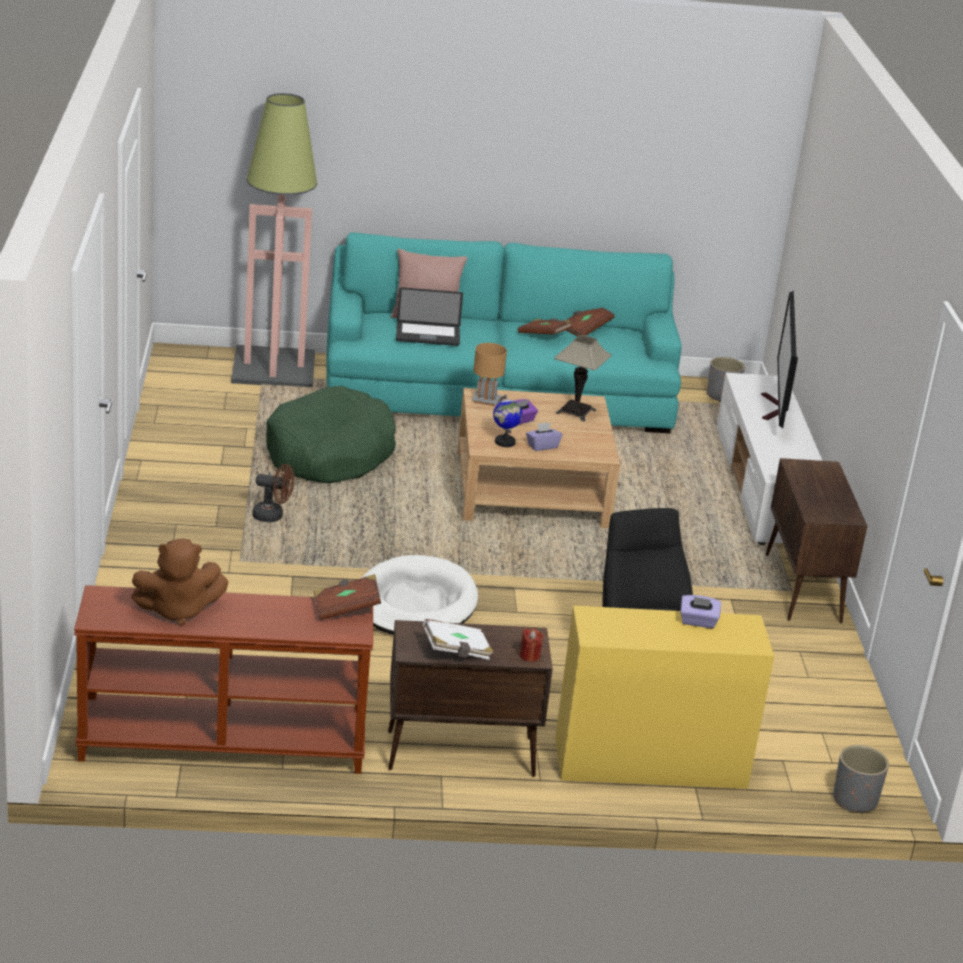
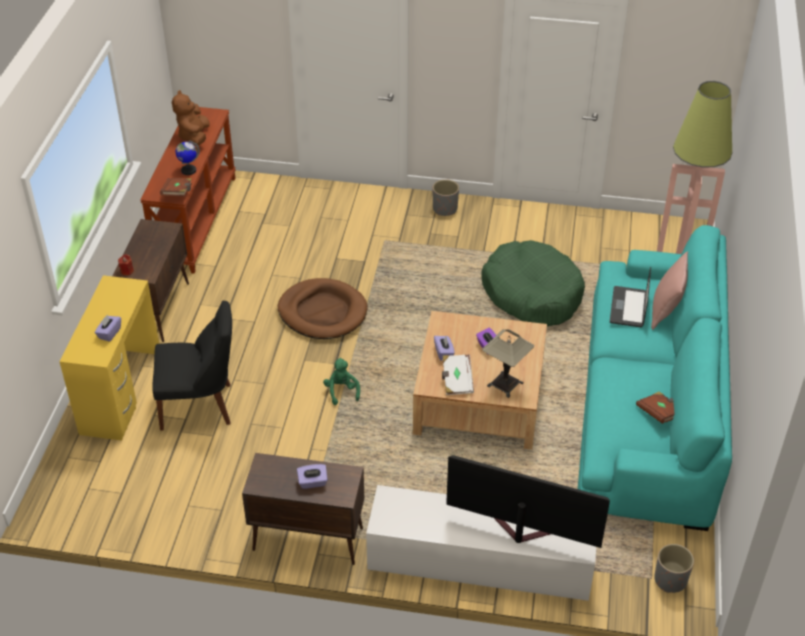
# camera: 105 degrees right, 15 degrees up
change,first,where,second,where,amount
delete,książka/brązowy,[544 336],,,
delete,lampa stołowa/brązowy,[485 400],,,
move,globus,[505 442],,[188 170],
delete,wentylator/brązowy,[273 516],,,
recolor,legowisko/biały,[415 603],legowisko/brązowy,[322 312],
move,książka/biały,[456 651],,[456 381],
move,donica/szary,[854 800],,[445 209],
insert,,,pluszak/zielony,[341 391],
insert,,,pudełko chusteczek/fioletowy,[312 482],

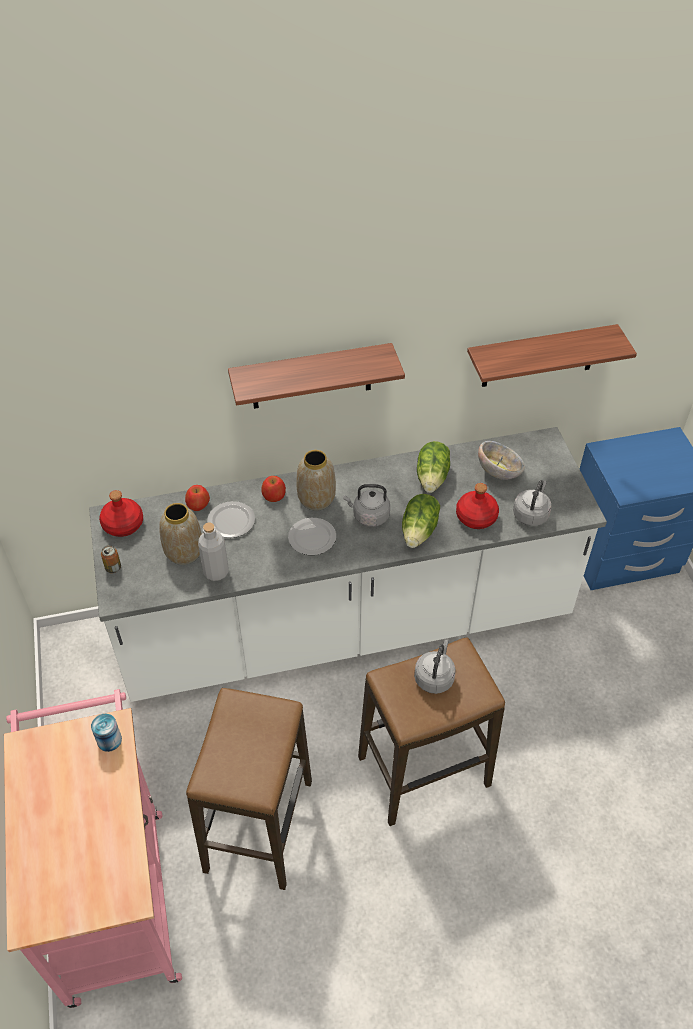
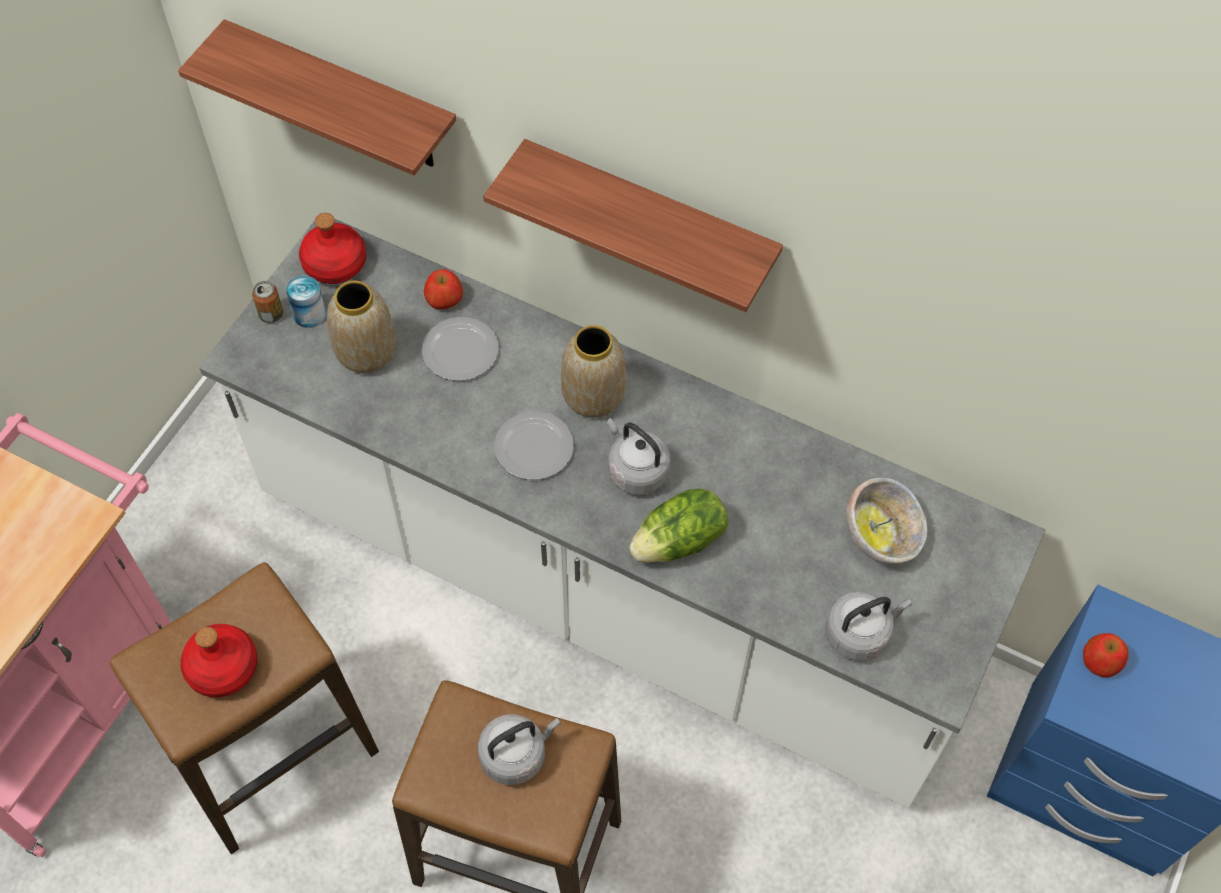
# camera: 40 degrees right, 10 degrees up
change,first,where,second,where,amount
move,półka,[539 356],,[344 98],
delete,sałata,[433 477],,,
move,jabłko,[274 495],,[1100 661],
move,butelka/czerwony,[476 516],,[223 666],
delete,butelka/szary,[216 572],,,
move,puszka,[109 740],,[309 314],

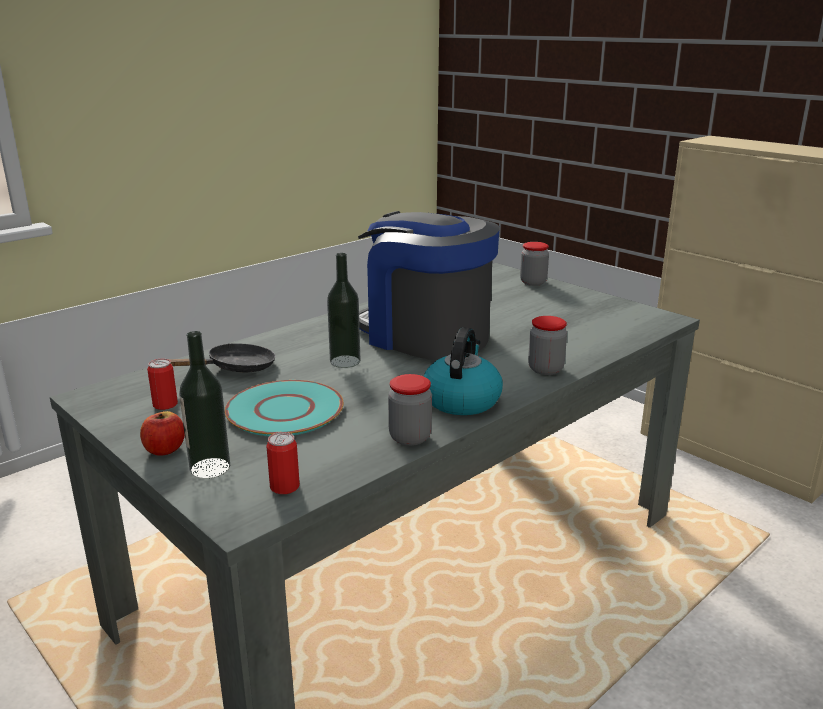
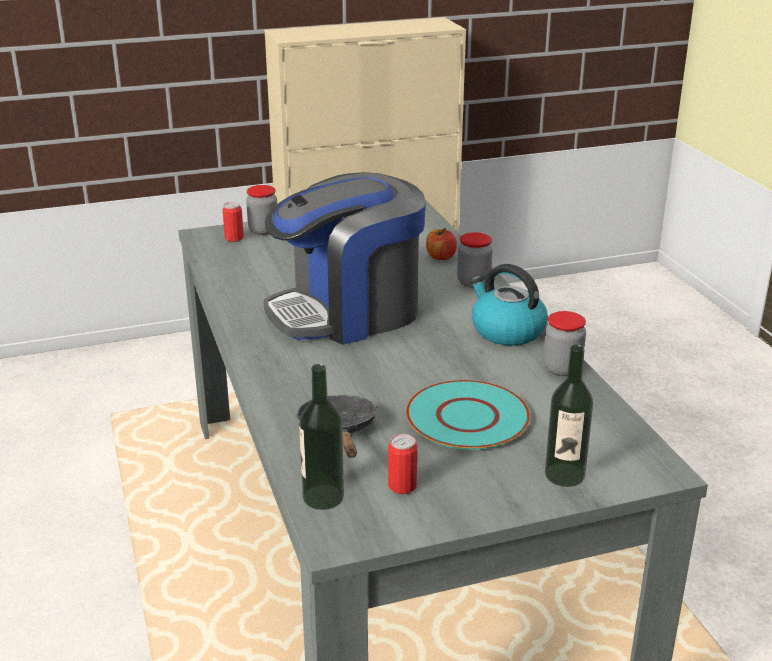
# camera: 65 degrees left, 5 degrees up
change,first,where,second,where,amount
move,butelka,[345 361],,[323 497],
move,jabłko,[164 449],,[440 257],
move,puszka,[284 487],,[234 238],

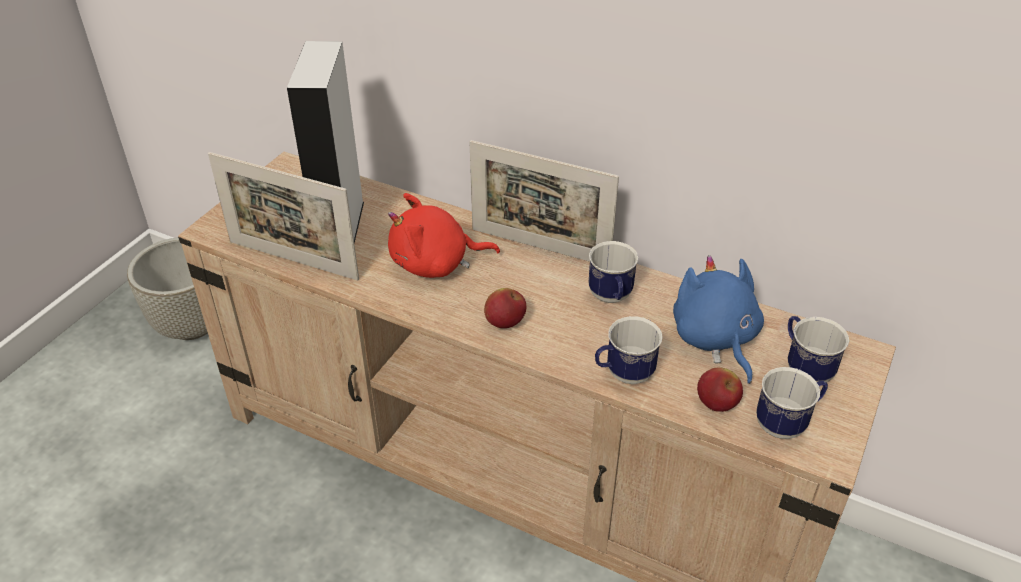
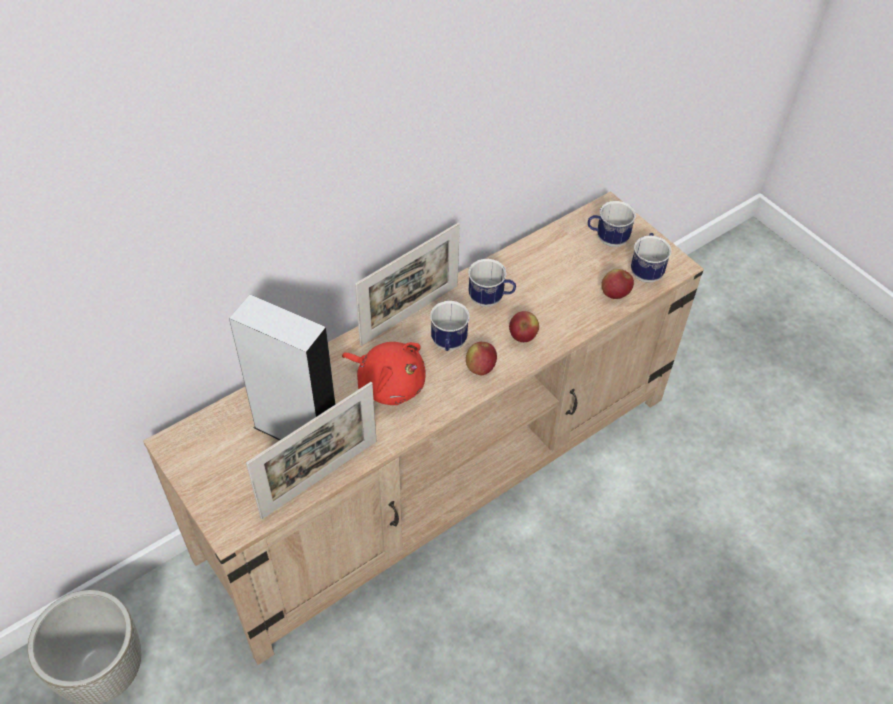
# camera: 65 degrees left, 10 degrees up
change,first,where,second,where,amount
rotate,pluszak/czerwony,[436 264],,[388 384],75 degrees counterclockwise
delete,pluszak/niebieski,[715 339],,,
move,kubek,[623 375],,[448 345],
insert,,,jabłko,[522 336],

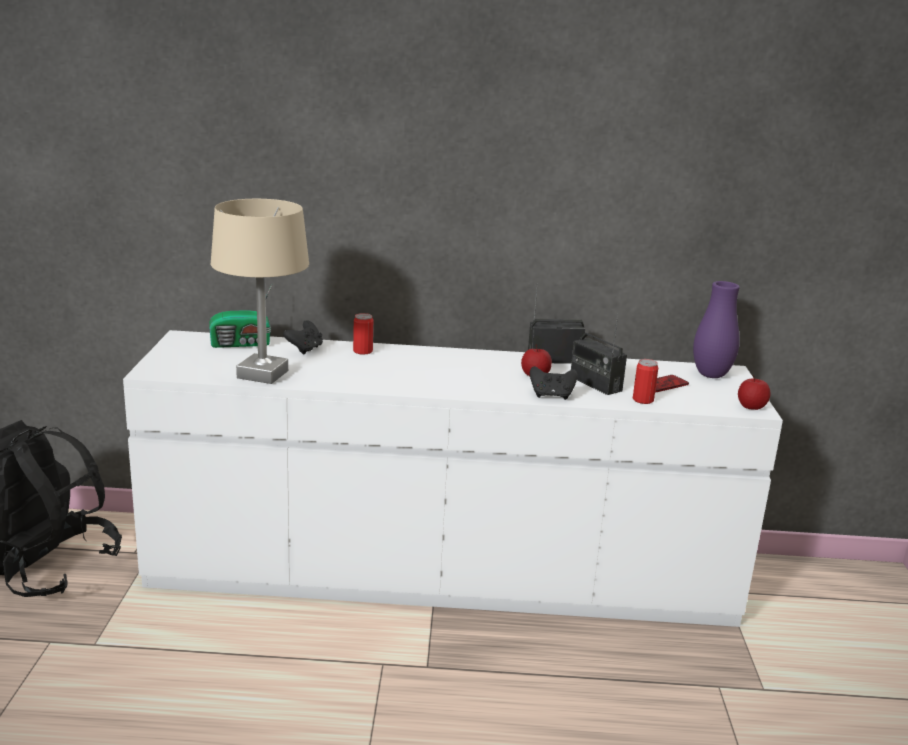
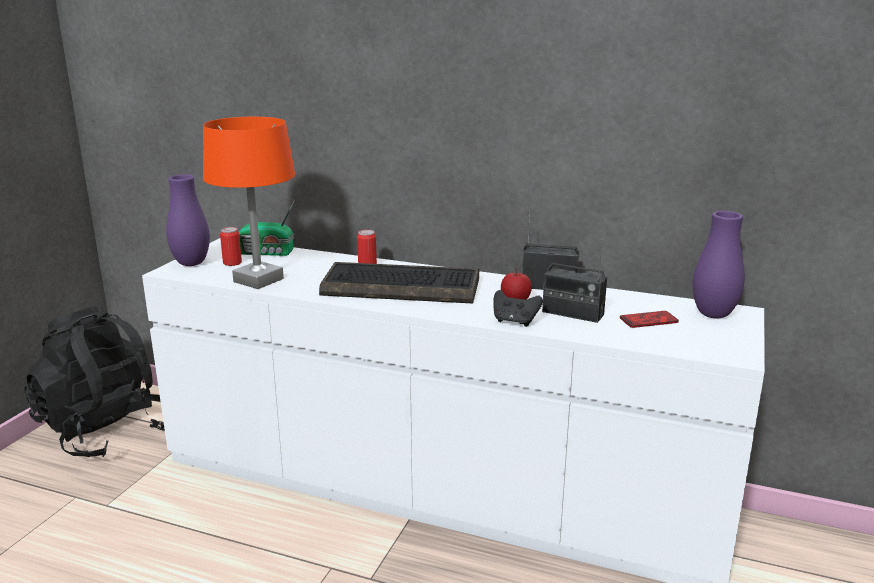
# camera: 20 degrees right, 0 degrees up
change,first,where,second,where,amount
recolor,lampa stołowa/beżowy,[262 374],lampa stołowa/pomarańczowy,[258 280],
rotate,radio,[595 384],,[572 313],45 degrees counterclockwise
delete,pad do gier/czarny,[305 349],,,
move,puszka,[643 400],,[232 263],
delete,jabłko,[751 407],,,
insert,,,wazon/fioletowy,[191 263],
insert,,,klawiatura,[403 286],

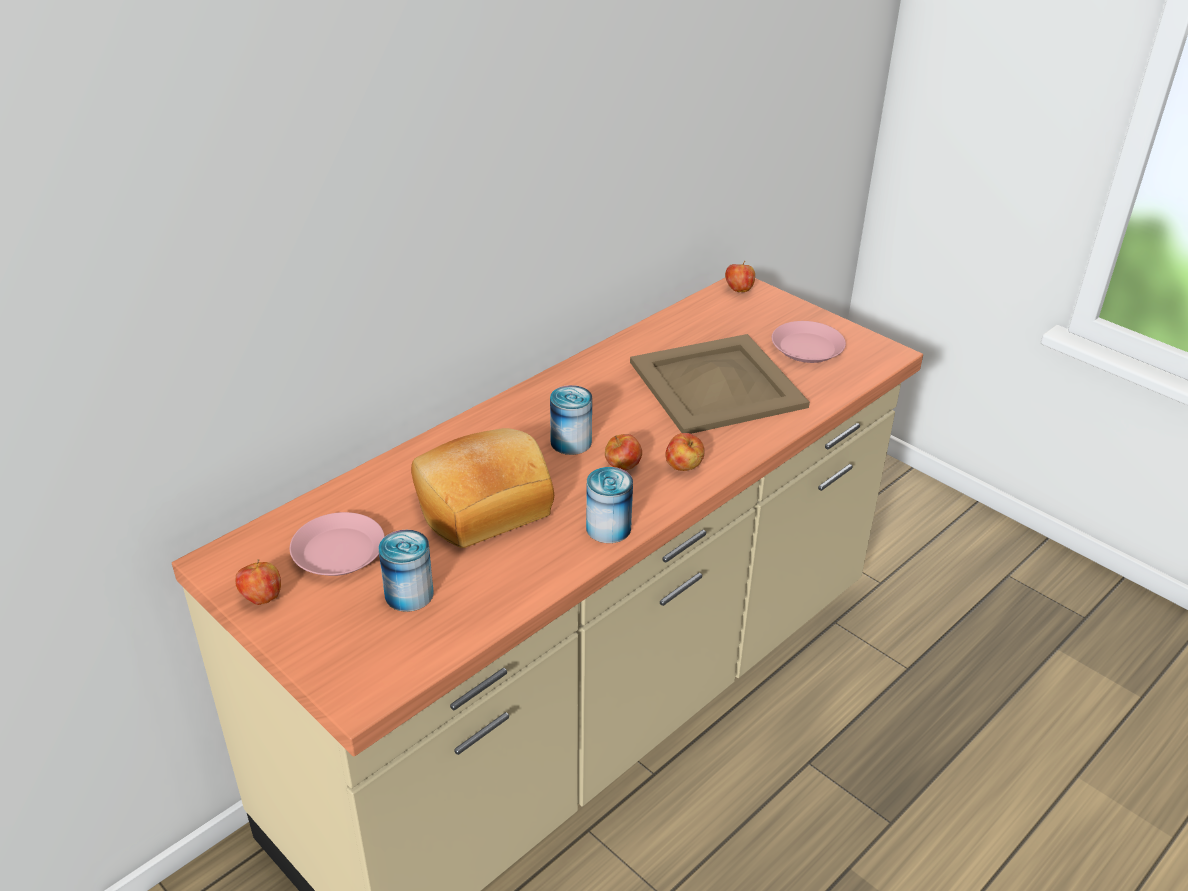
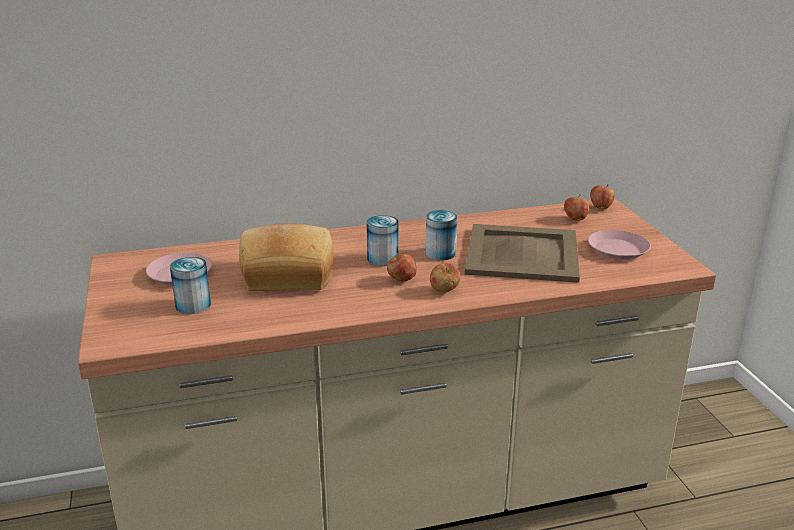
# camera: 30 degrees right, 10 degrees down
change,first,where,second,where,amount
move,puszka,[608 528],,[440 253],
move,jabłko,[262 598],,[575 219],

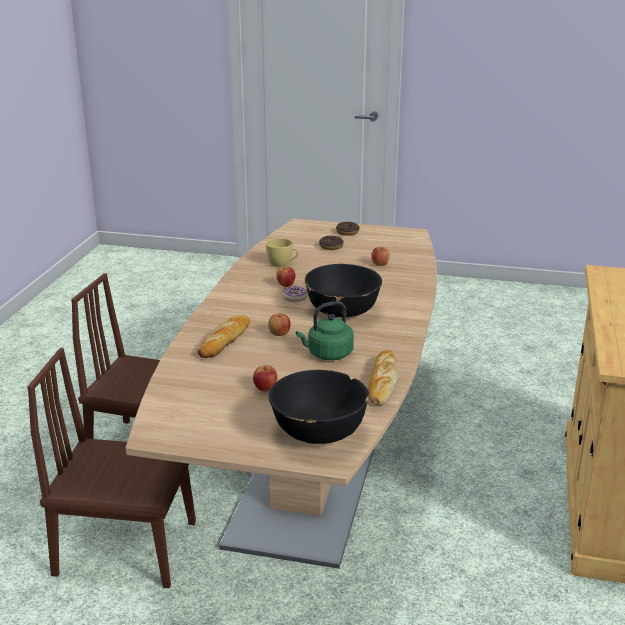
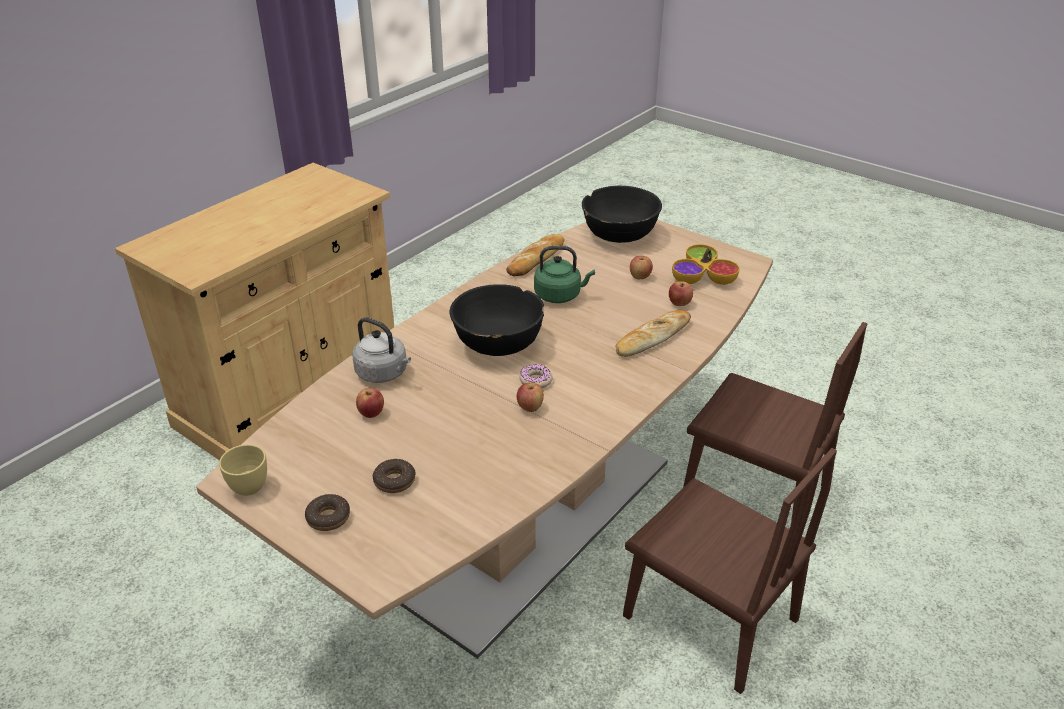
# camera: 155 degrees left, 10 degrees up
change,first,where,second,where,amount
move,filiżanka/żółty,[282 264],,[246 484],
move,jabłko,[279 334],,[679 304],
insert,,,miska,[702 276],
insert,,,czajnik/szary,[384 374],

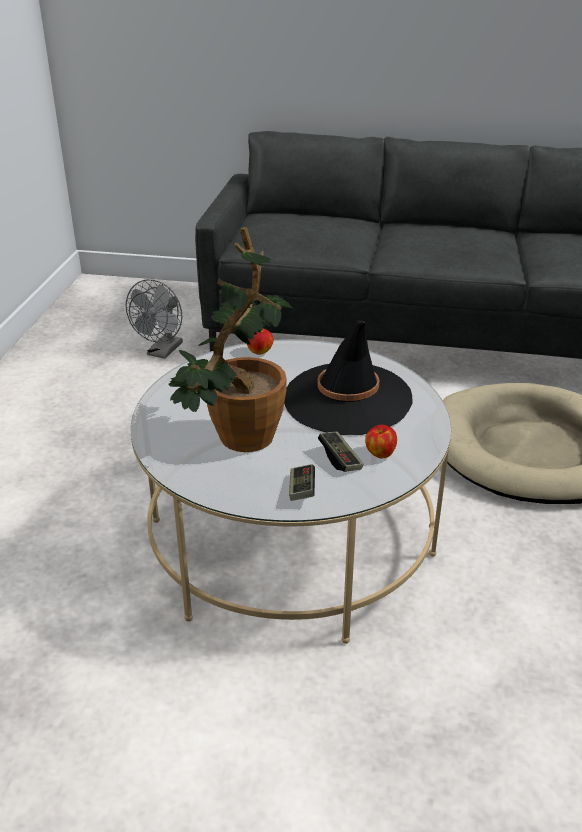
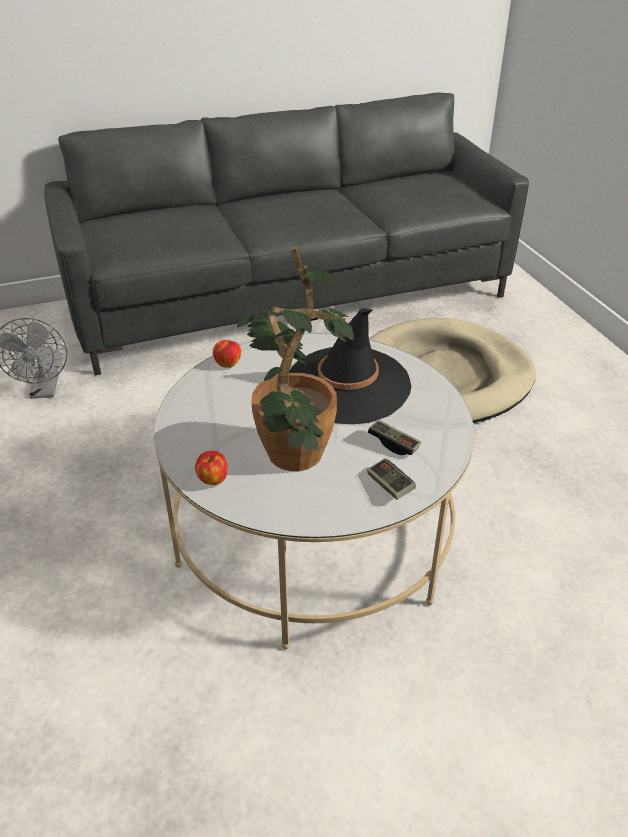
# camera: 30 degrees left, 5 degrees up
change,first,where,second,where,amount
move,jabłko,[380 453],,[212 479],

